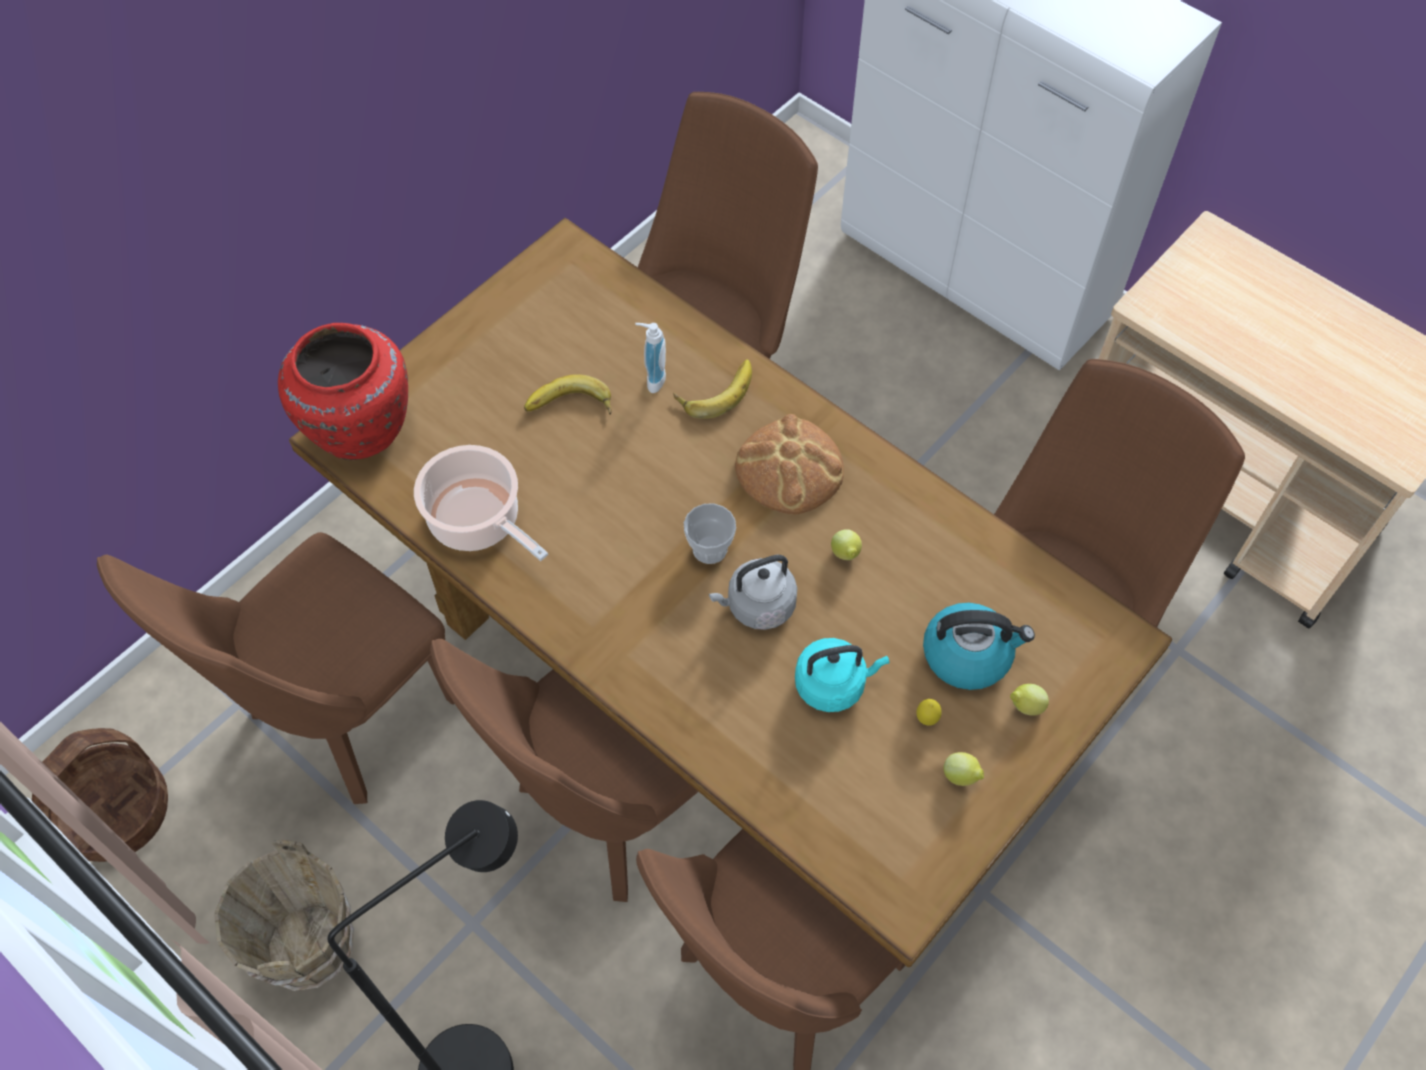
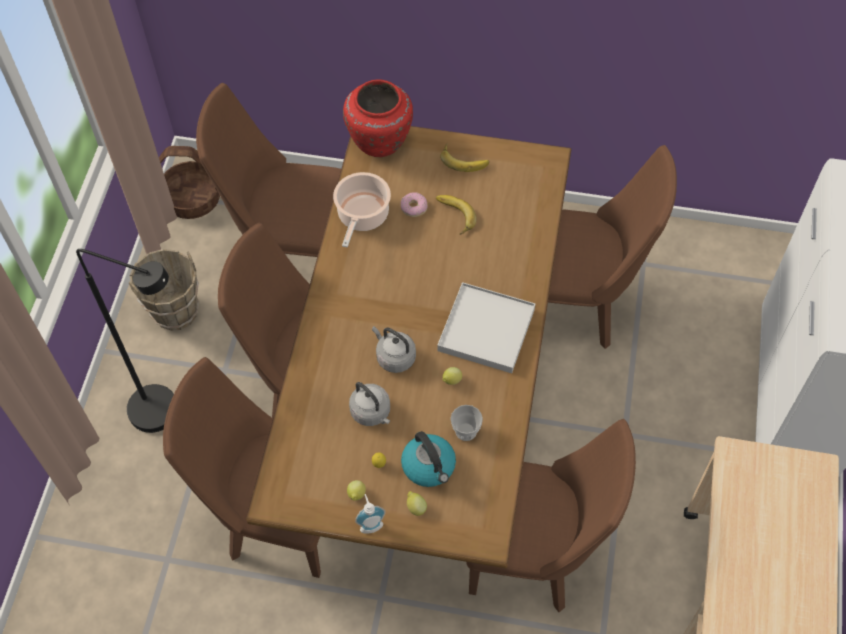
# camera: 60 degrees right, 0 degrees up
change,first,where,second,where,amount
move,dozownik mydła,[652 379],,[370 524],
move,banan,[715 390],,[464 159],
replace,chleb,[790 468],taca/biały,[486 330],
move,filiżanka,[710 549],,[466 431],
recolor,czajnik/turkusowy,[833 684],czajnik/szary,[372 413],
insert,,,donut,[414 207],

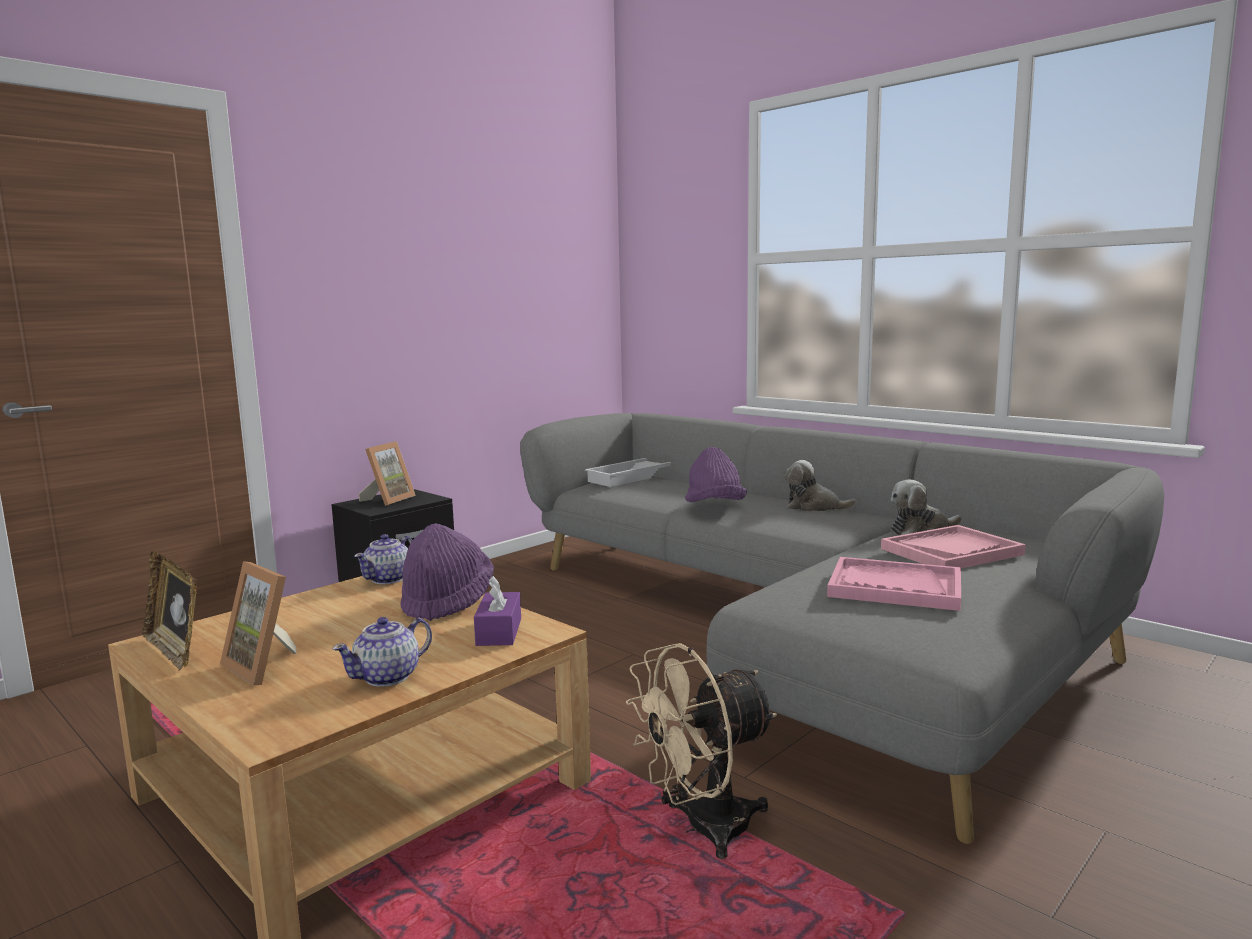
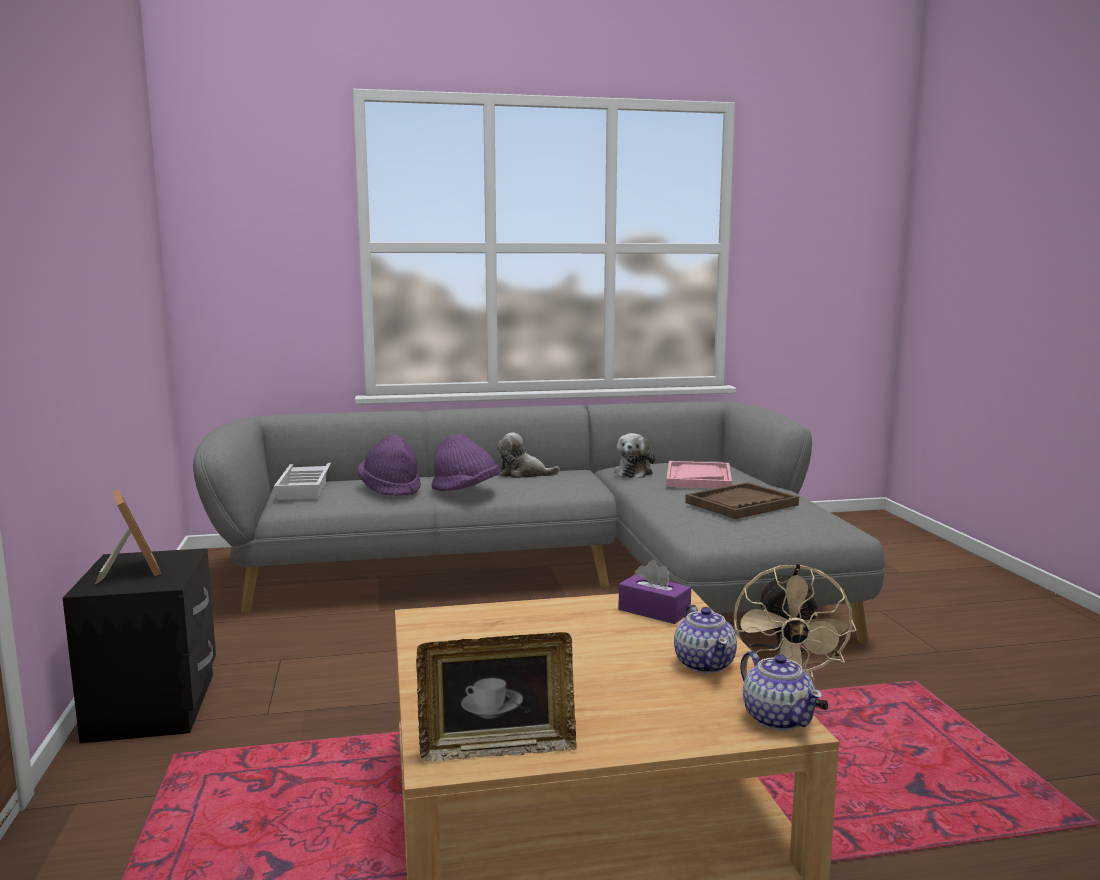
# camera: 55 degrees left, 0 degrees up
change,first,where,second,where,amount
rotate,pluszak,[814 507],,[523 474],45 degrees clockwise
move,kapelusz/fioletowy,[447 602],,[391 489],
move,imbryk,[388 579],,[777 718],
recolor,taca/różowy,[894 587],taca/brązowy,[741 504],
delete,ramka na zdjęcie,[267 666],,,

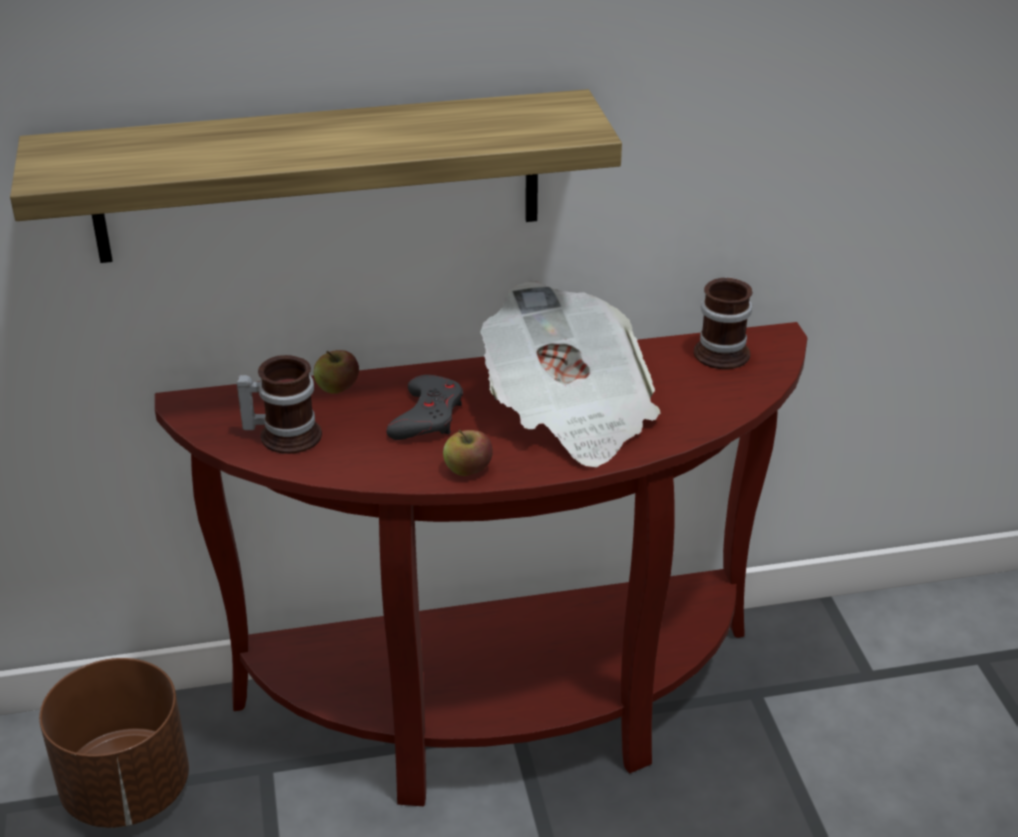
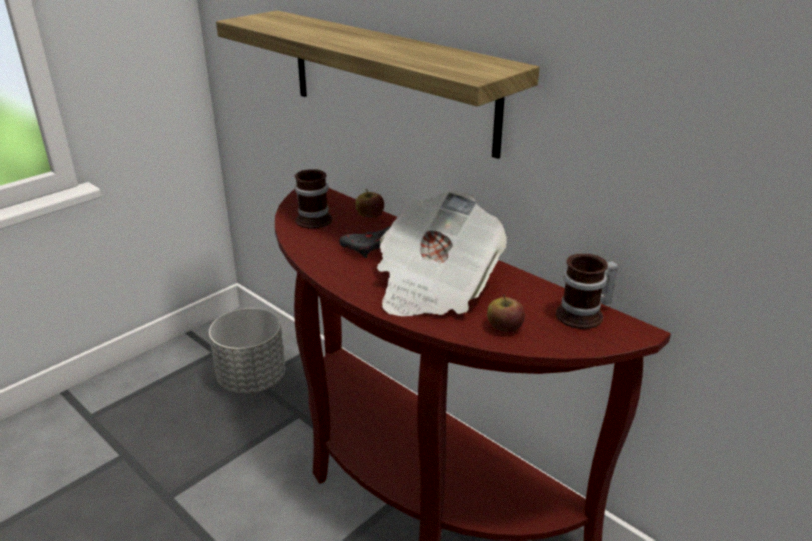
# camera: 55 degrees right, 5 degrees down
change,first,where,second,where,amount
move,jabłko,[468 469],,[504 327],
recolor,donica/brązowy,[128 790],donica/szary,[252 380],

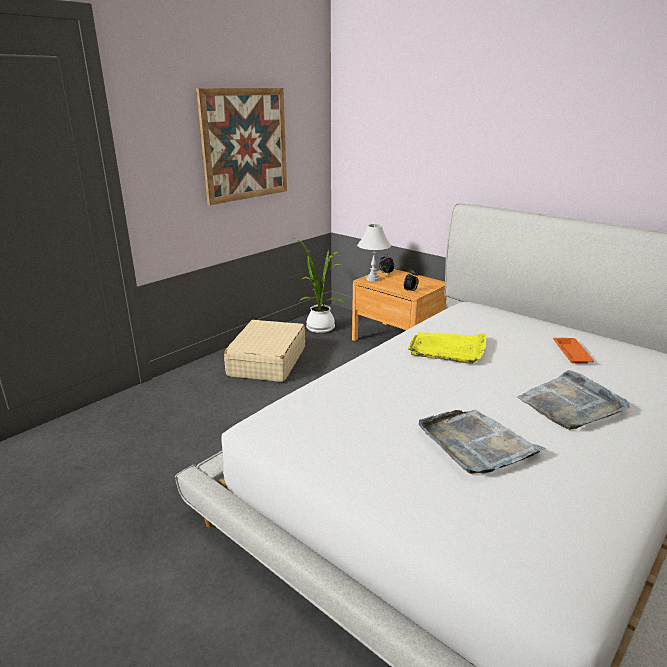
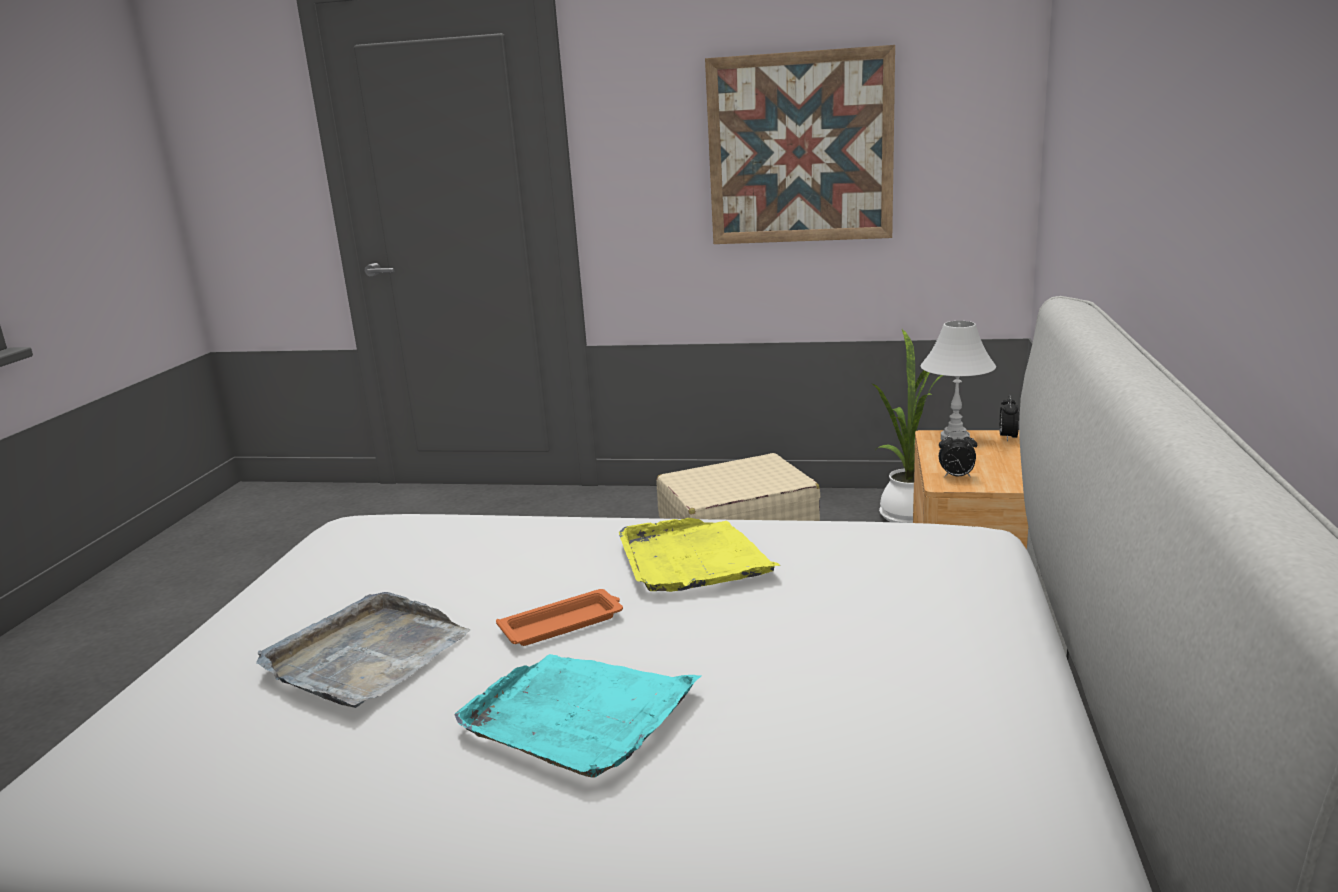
# camera: 60 degrees right, 5 degrees down
change,first,where,second,where,amount
move,taca/pomarańczowy,[571 353],,[563 624],
recolor,taca/szary,[571 404],taca/turkusowy,[578 716],

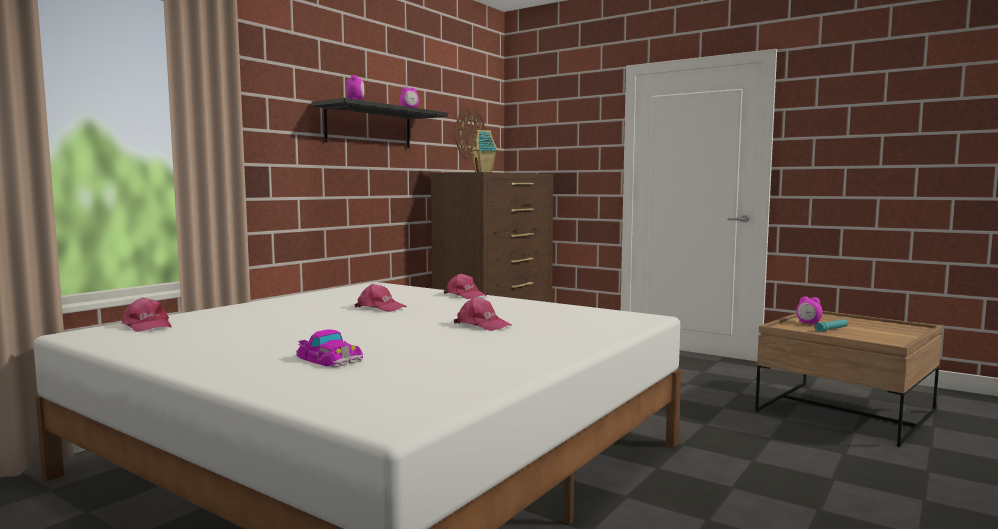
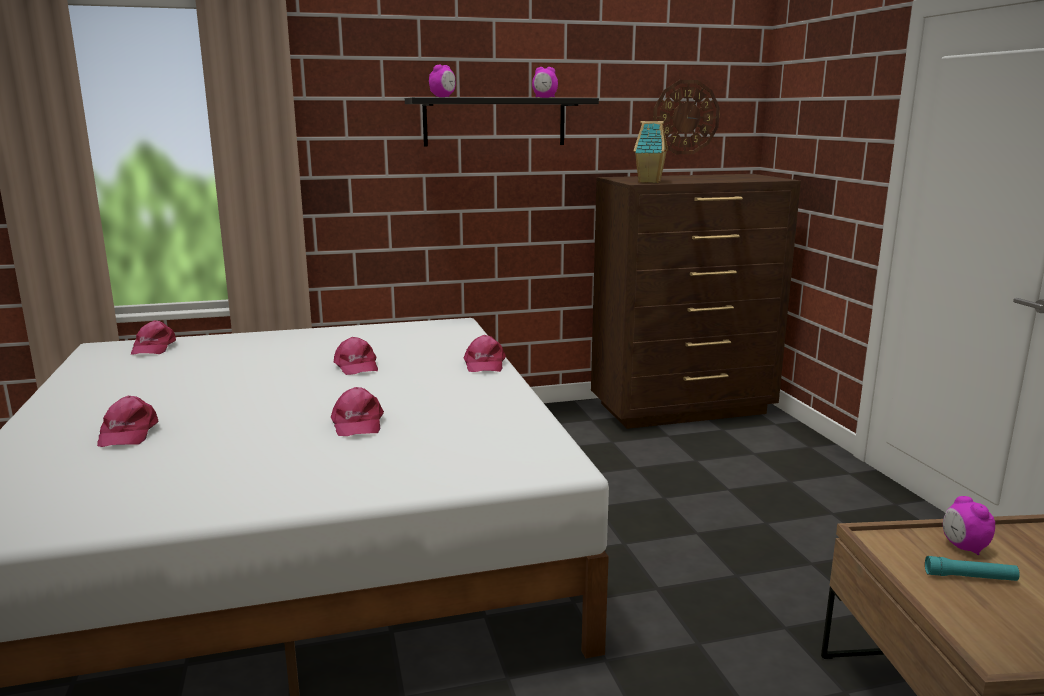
# camera: 40 degrees right, 10 degrees up
change,first,where,second,where,amount
replace,samochodzik,[328 358],czapka z daszkiem/różowy,[127 433],

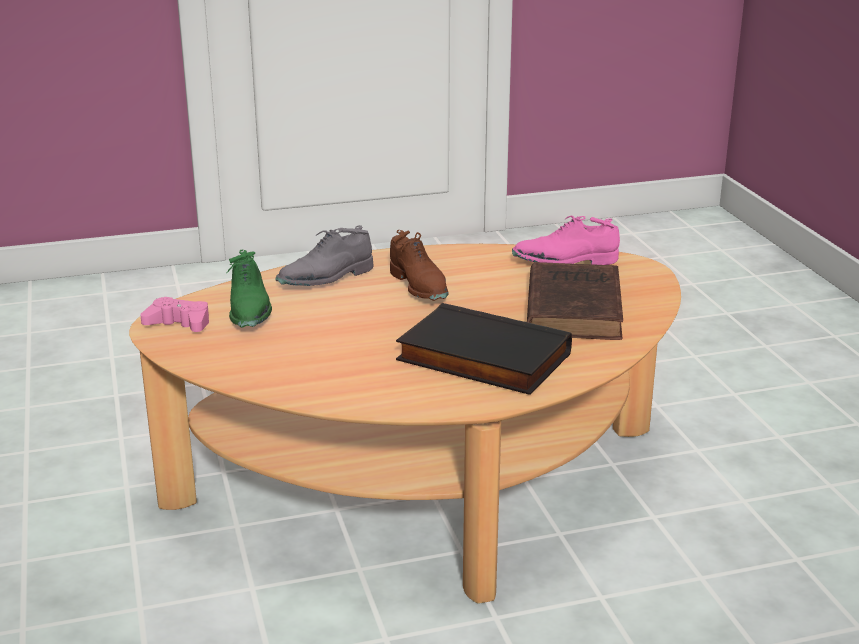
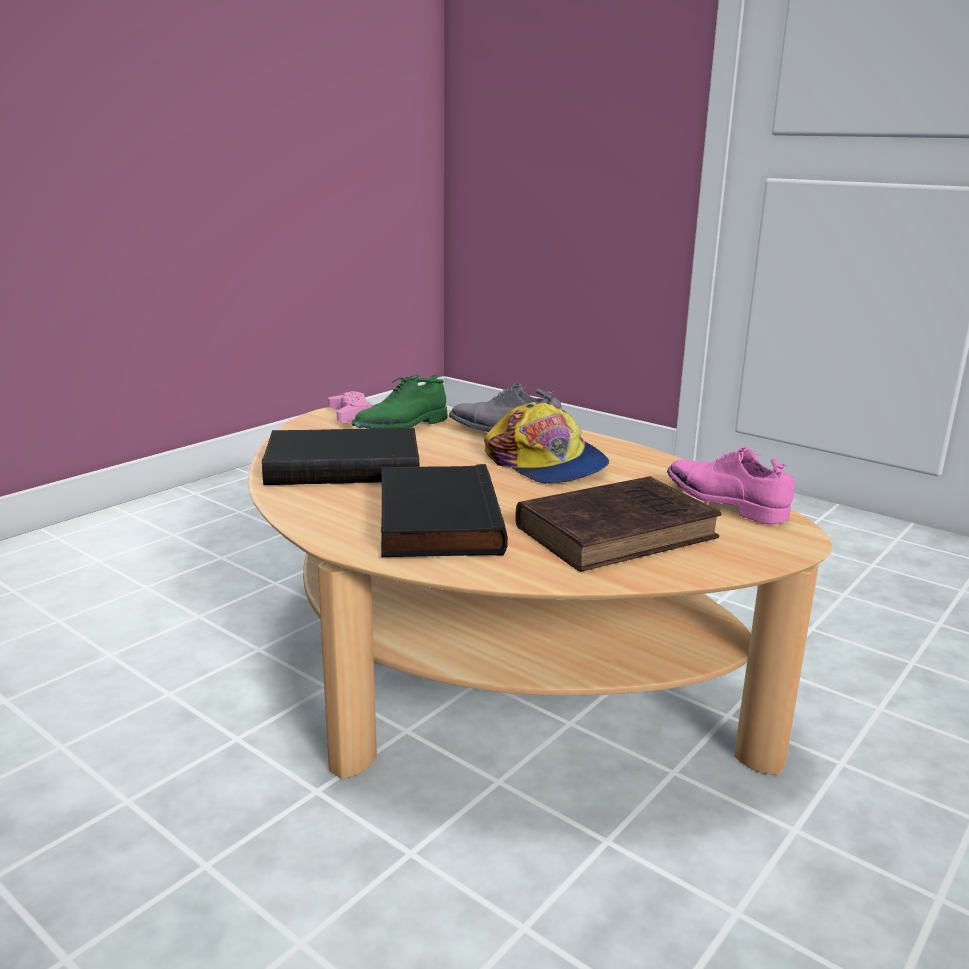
# camera: 55 degrees right, 5 degrees down
change,first,where,second,where,amount
replace,but/brązowy,[419 287],czapka z daszkiem,[546 463],
insert,,,książka/czarny,[344 465],

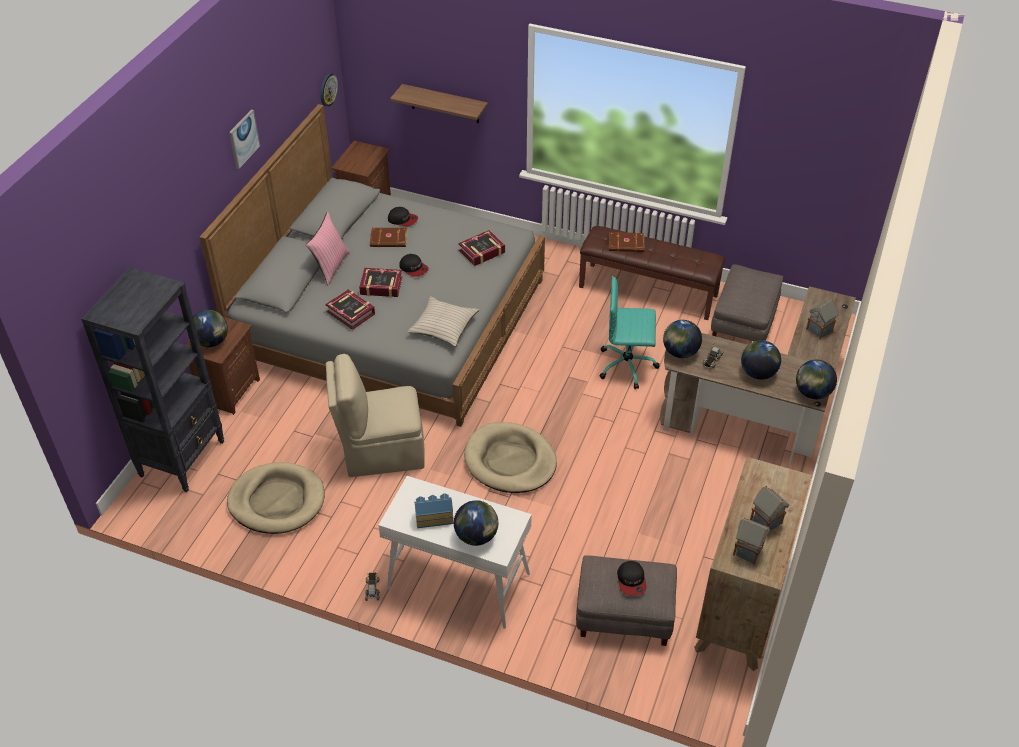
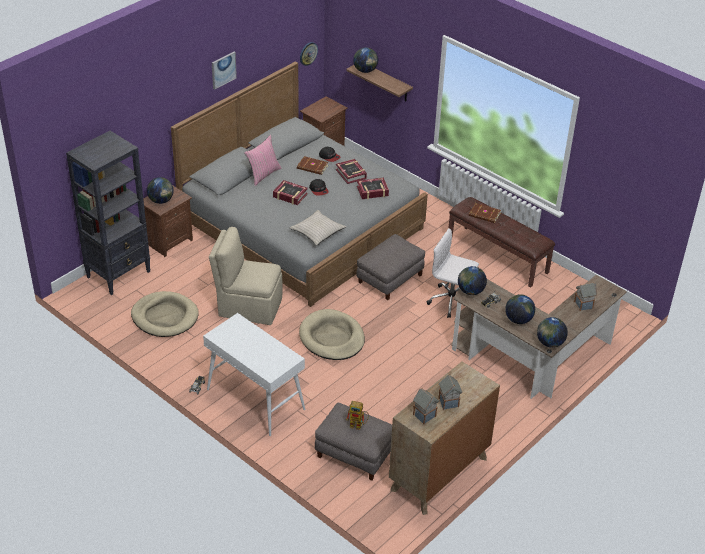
# camera: 20 degrees right, 5 degrees down
change,first,where,second,where,amount
move,pufa/szary,[743 321],,[389 278],
recolor,krzesło biurowe/turkusowy,[628 365],krzesło biurowe/biały,[452 301],
move,książka,[351 312],,[351 174],
delete,domek,[433 517],,,
move,globus,[476 536],,[365 71],
replace,czapka z daszkiem,[631 581],robot zabawkowy,[358 425],

